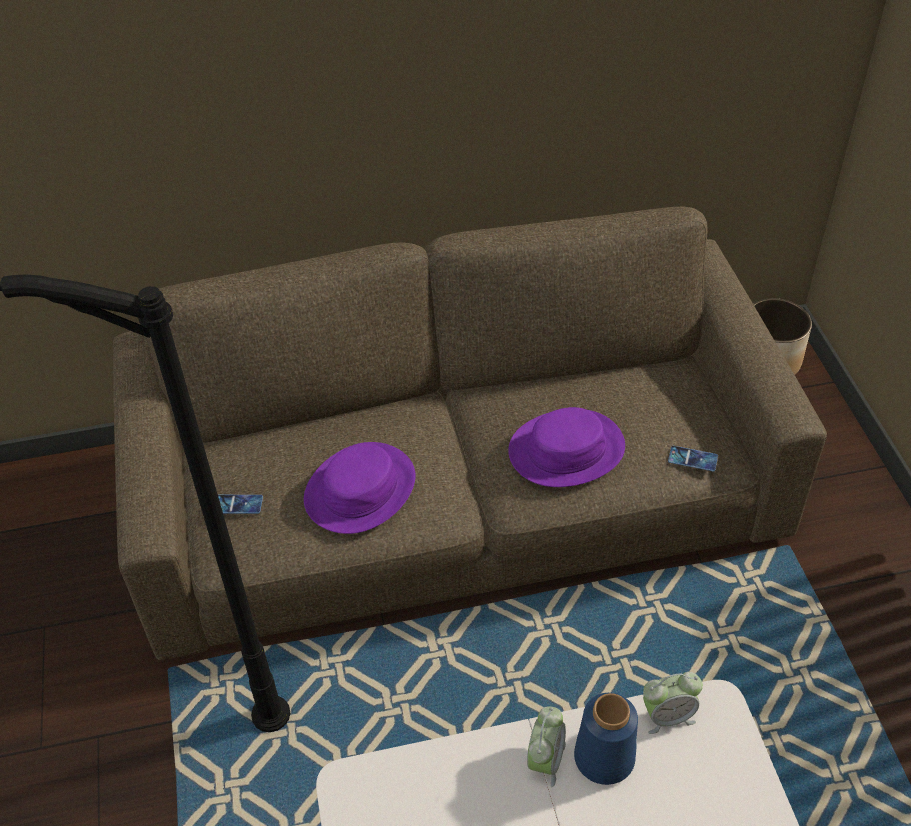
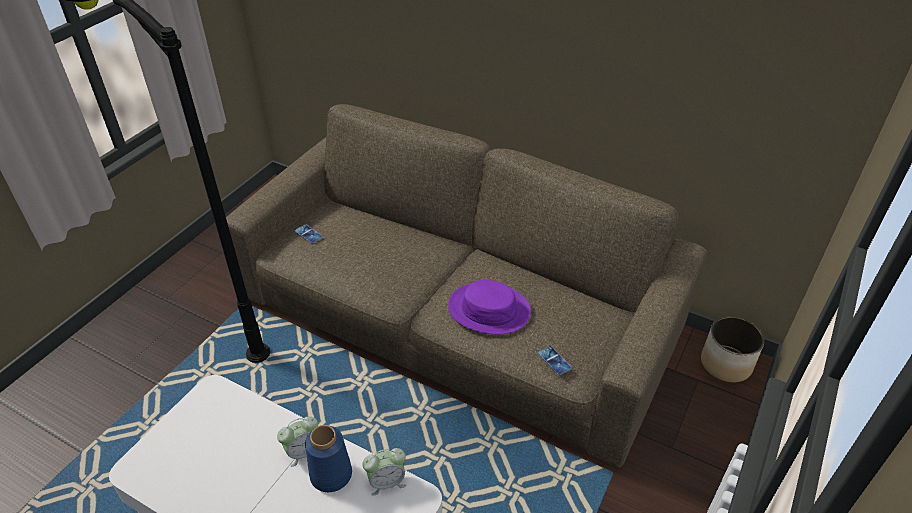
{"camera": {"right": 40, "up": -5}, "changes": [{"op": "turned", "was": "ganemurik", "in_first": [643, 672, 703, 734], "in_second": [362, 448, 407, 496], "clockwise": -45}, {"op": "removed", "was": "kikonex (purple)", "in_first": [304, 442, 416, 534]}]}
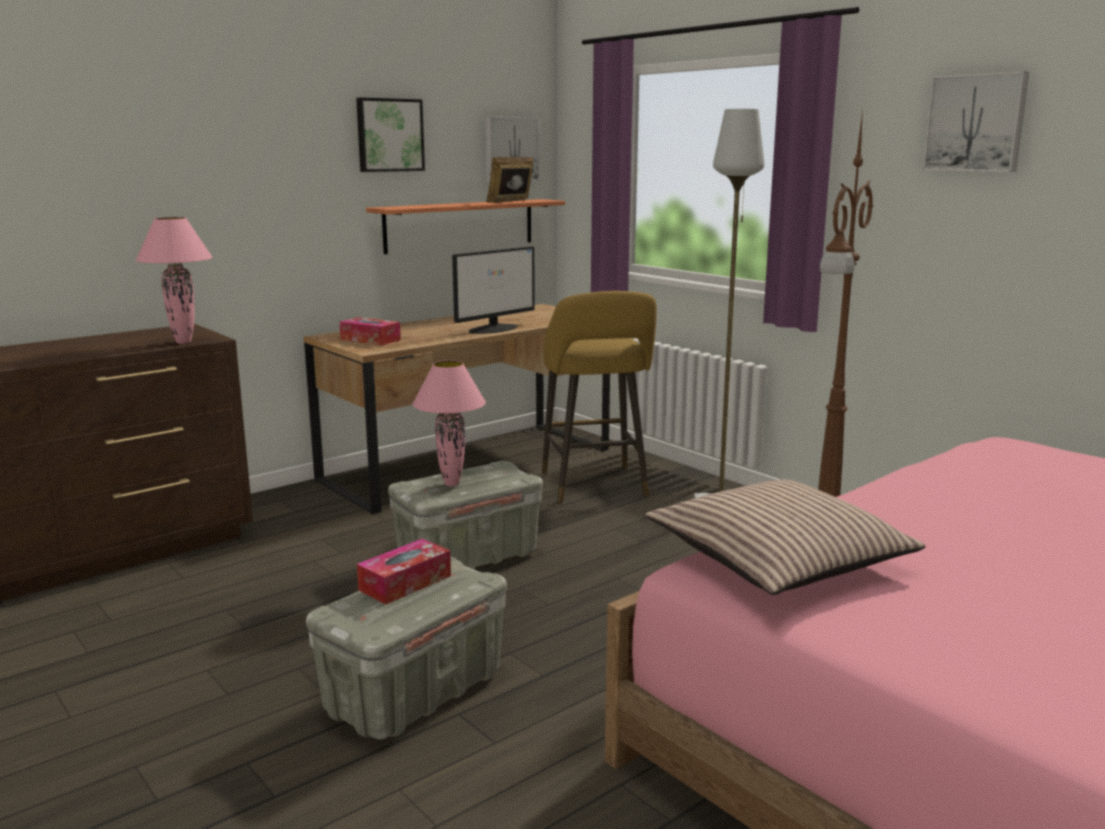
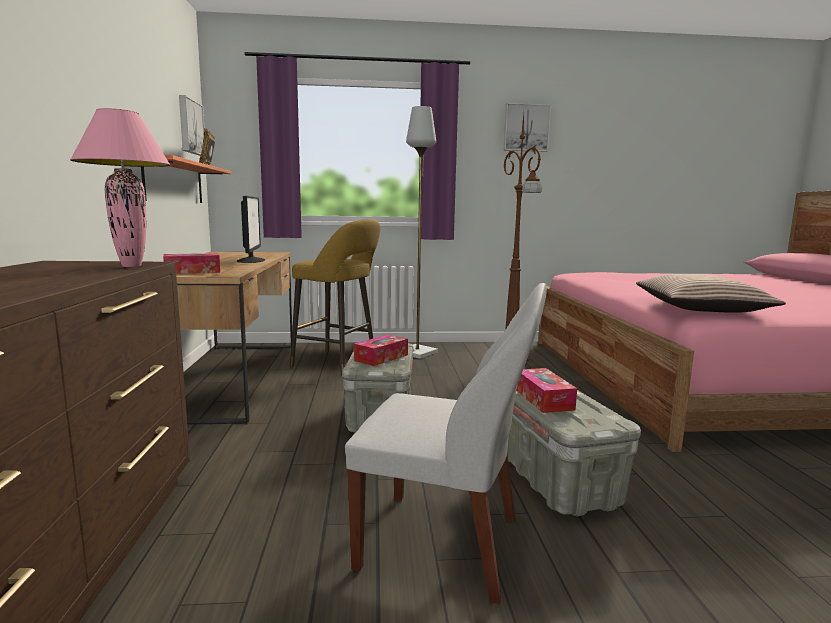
{"camera": {"right": -55, "up": -5}, "changes": [{"op": "added", "now": "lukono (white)", "in_second": [345, 283, 547, 604]}, {"op": "replaced", "was": "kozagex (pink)", "now": "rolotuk", "in_first": [413, 360, 486, 486], "in_second": [354, 334, 408, 366]}, {"op": "removed", "was": "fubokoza", "in_first": [356, 97, 425, 172]}]}
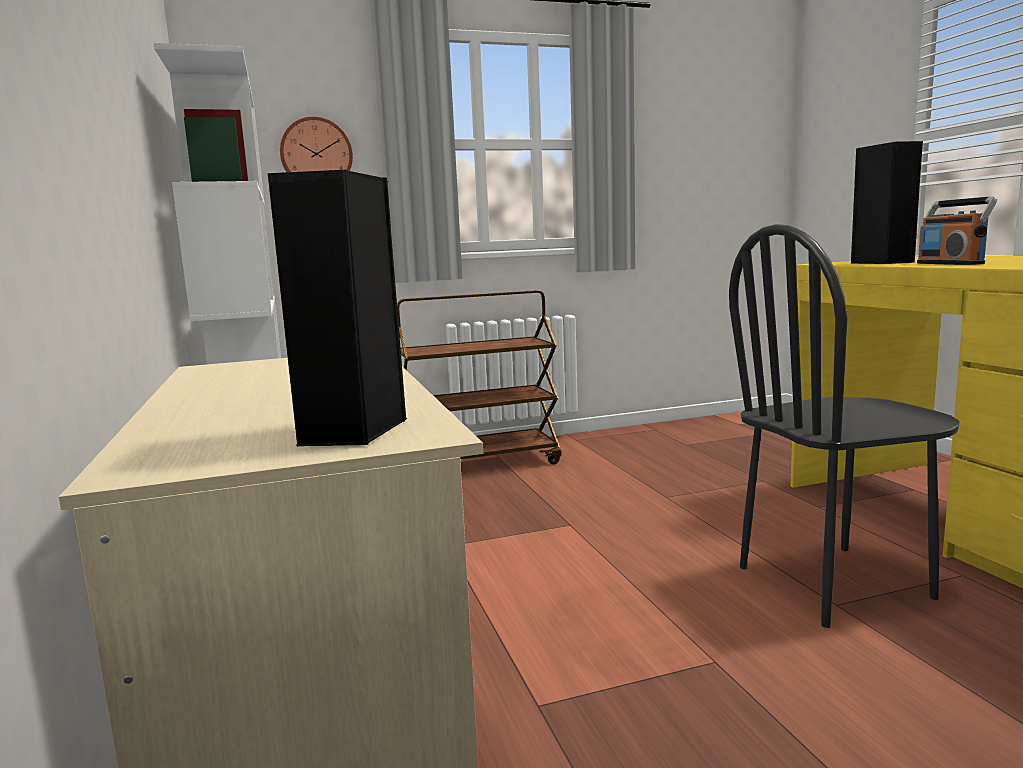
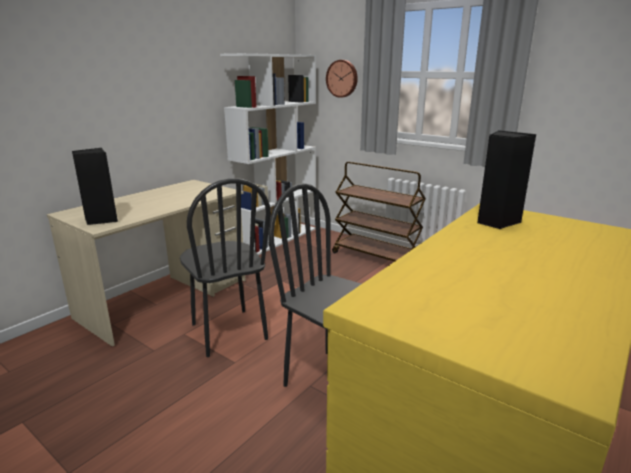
{"camera": {"right": 55, "up": 10}, "changes": [{"op": "added", "now": "lukono (black)", "in_second": [180, 178, 271, 357]}, {"op": "removed", "was": "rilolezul", "in_first": [917, 197, 997, 265]}]}
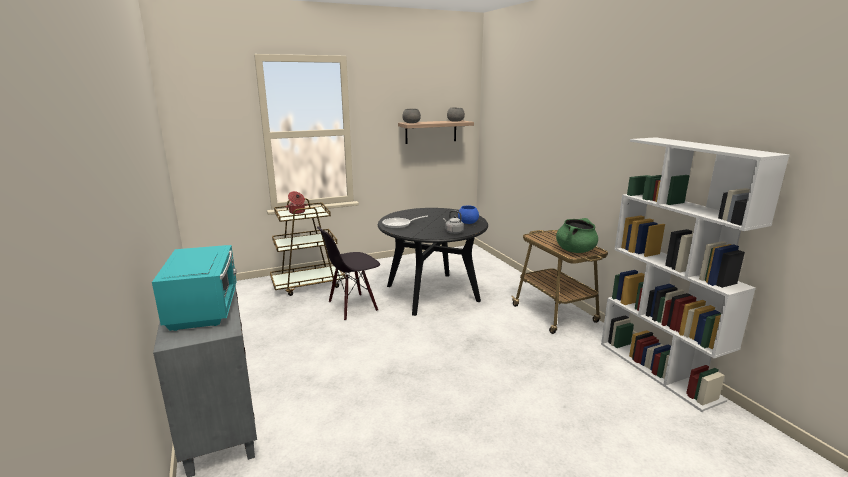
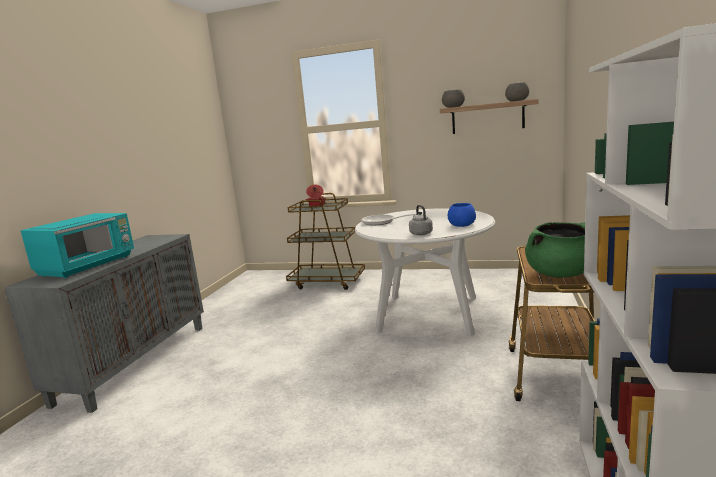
{"camera": {"right": 40, "up": -5}, "changes": [{"op": "recoloured", "was": "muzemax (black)", "now": "muzemax (white)", "in_first": [378, 208, 488, 316], "in_second": [355, 208, 495, 336]}, {"op": "removed", "was": "lukono (black)", "in_first": [317, 227, 380, 321]}]}
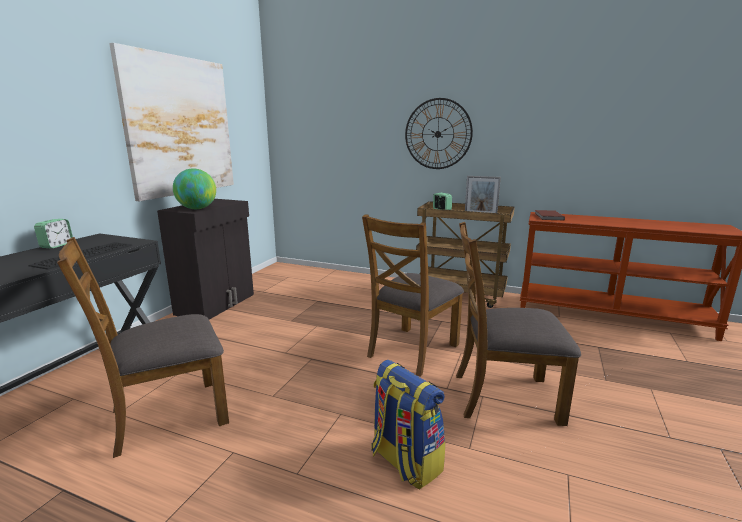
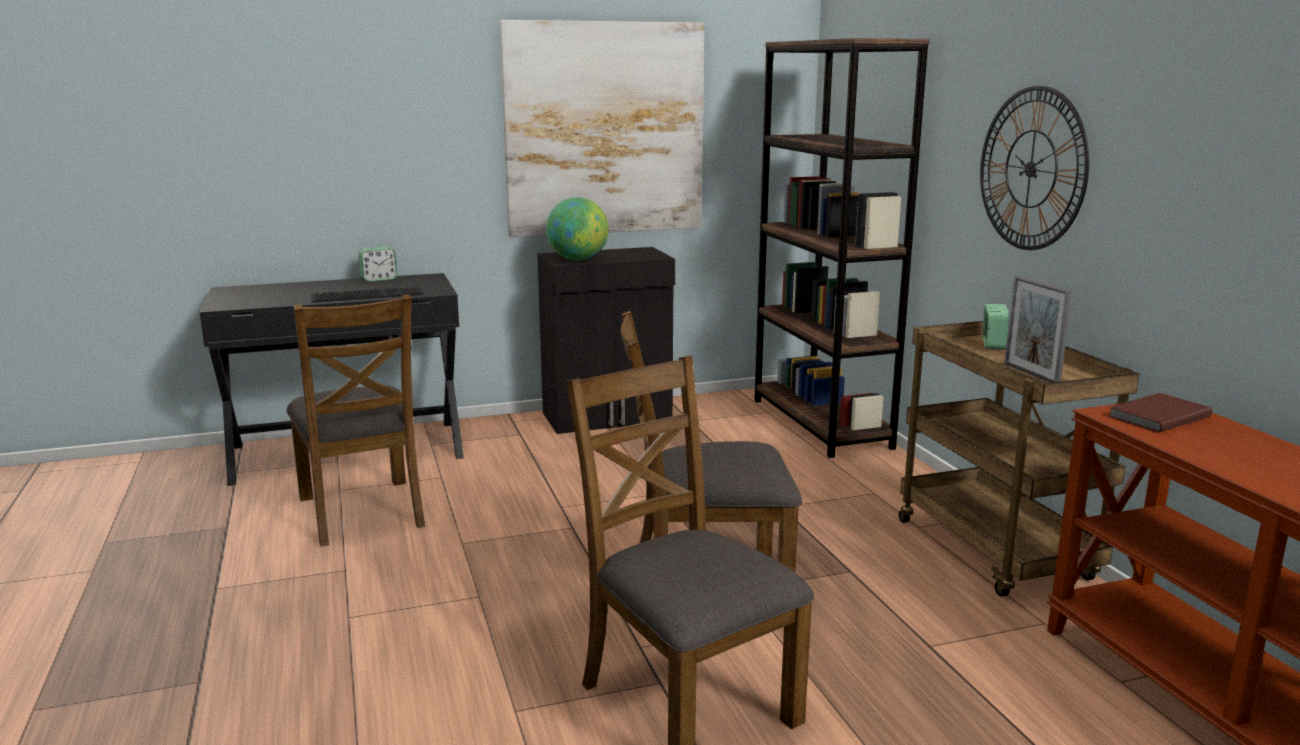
{"camera": {"right": 50, "up": 0}, "changes": [{"op": "turned", "was": "lukono (brown)", "in_first": [57, 237, 229, 458], "in_second": [286, 294, 425, 547], "clockwise": -135}, {"op": "added", "now": "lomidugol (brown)", "in_second": [754, 38, 929, 458]}, {"op": "removed", "was": "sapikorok", "in_first": [371, 360, 445, 490]}]}
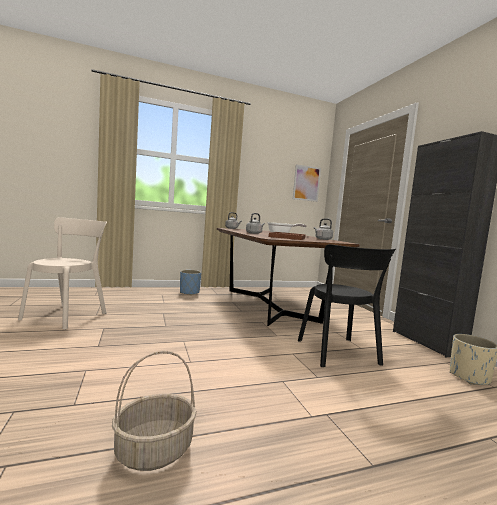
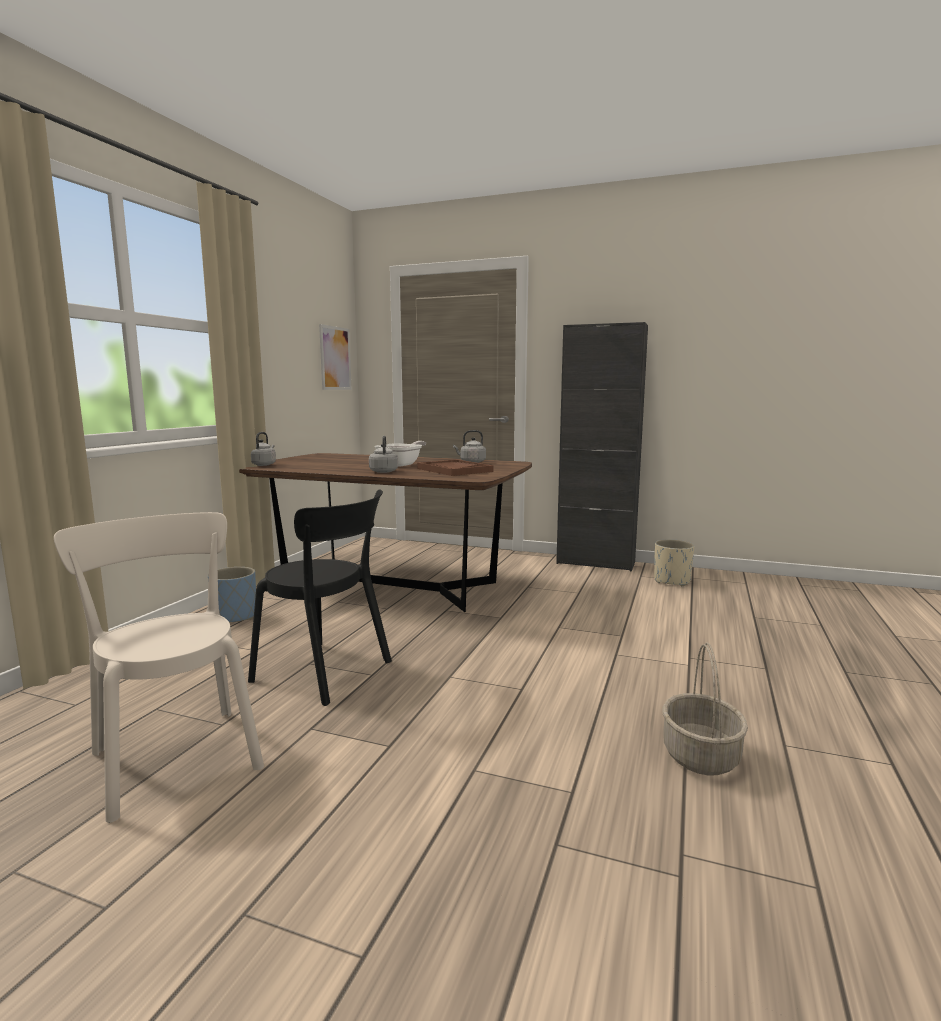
{"camera": {"right": -50, "up": 5}, "changes": [{"op": "moved", "was": "lukono (black)", "in_first": [298, 244, 396, 367], "in_second": [248, 489, 392, 706]}]}
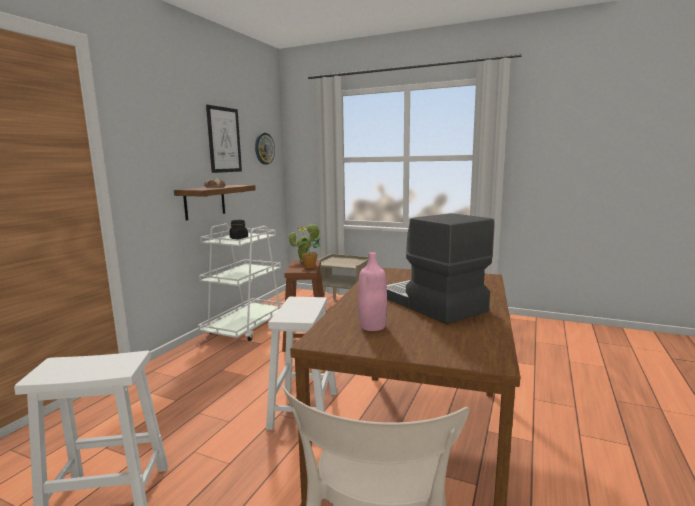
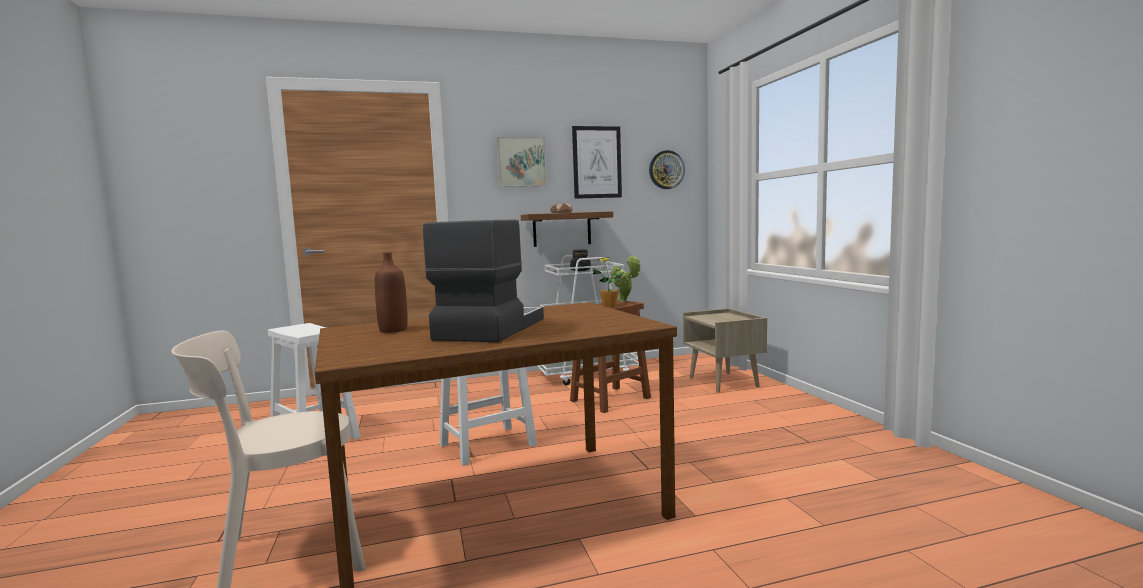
{"camera": {"right": 50, "up": -5}, "changes": [{"op": "recoloured", "was": "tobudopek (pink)", "now": "tobudopek (brown)", "in_first": [358, 252, 387, 331], "in_second": [375, 252, 408, 333]}, {"op": "added", "now": "fubokoza", "in_second": [496, 137, 547, 187]}]}
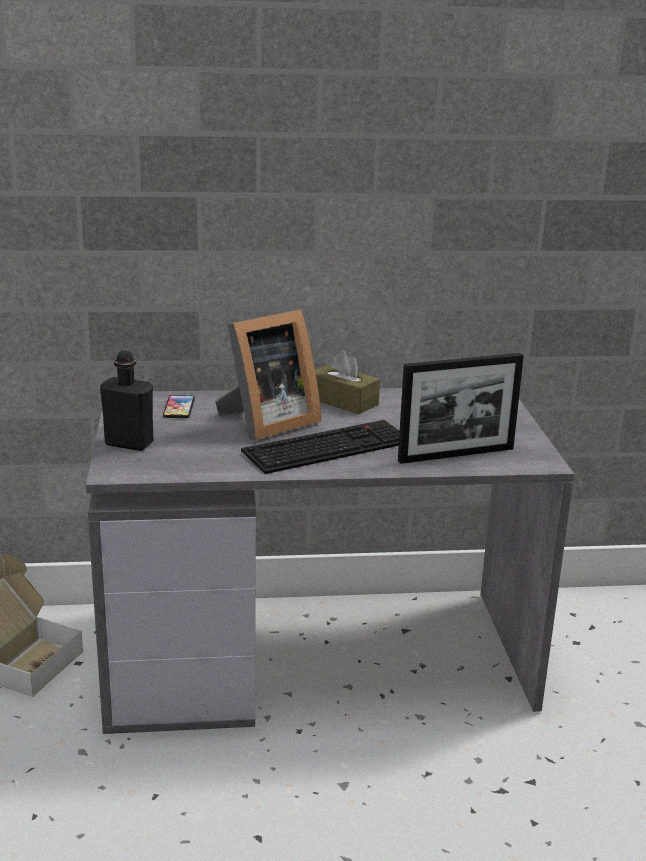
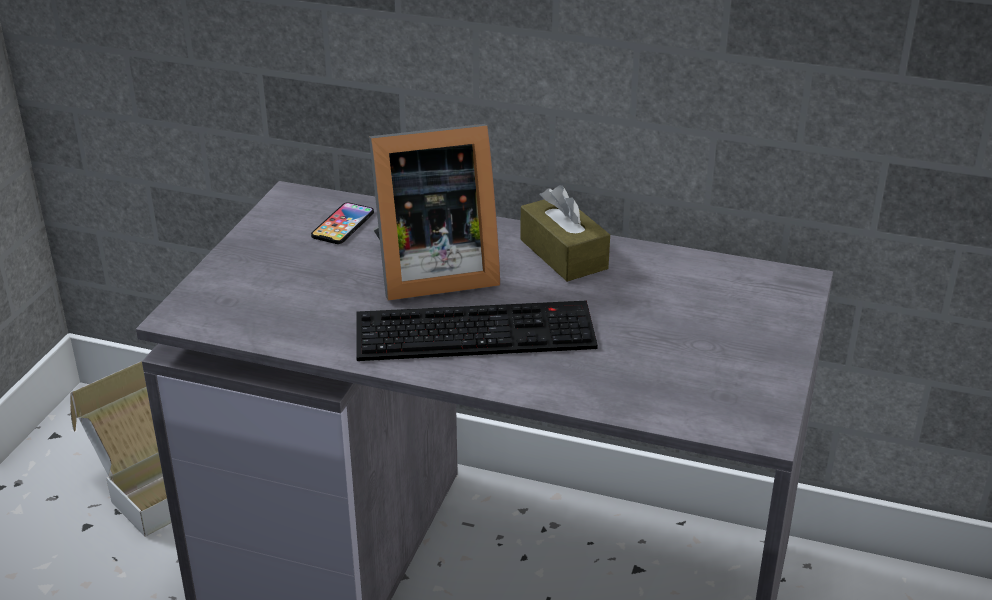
{"camera": {"right": 25, "up": 10}, "changes": [{"op": "removed", "was": "tobudopek (black)", "in_first": [100, 351, 154, 451]}, {"op": "removed", "was": "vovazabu", "in_first": [398, 353, 524, 464]}]}
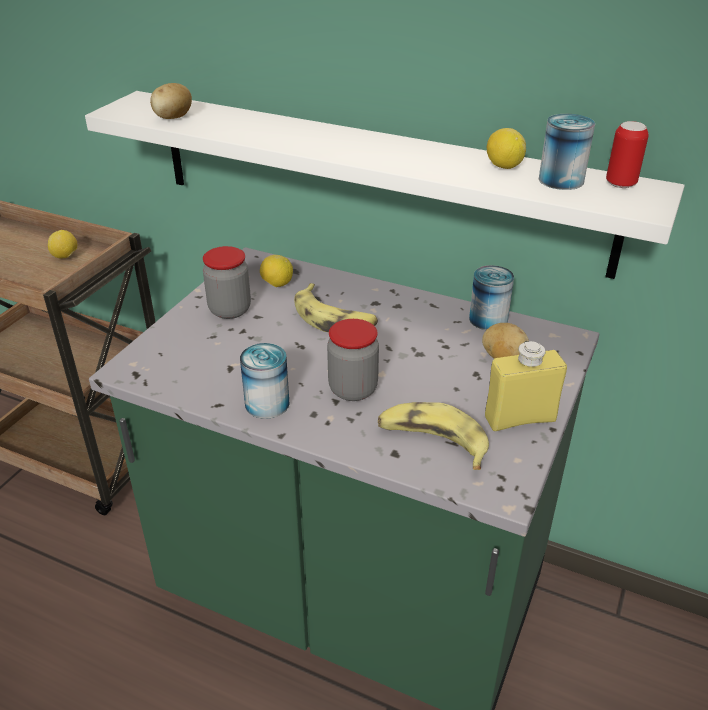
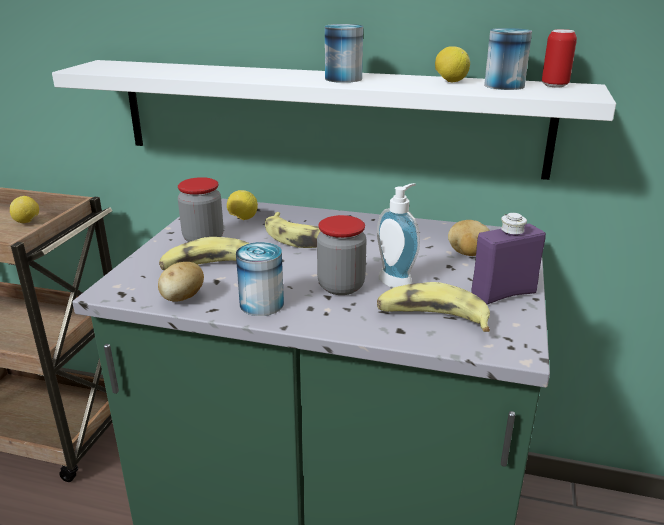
{"camera": {"right": -10, "up": -10}, "changes": [{"op": "moved", "was": "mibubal", "in_first": [150, 83, 192, 119], "in_second": [158, 262, 204, 302]}, {"op": "added", "now": "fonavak", "in_second": [159, 237, 250, 270]}, {"op": "moved", "was": "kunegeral", "in_first": [469, 265, 514, 330], "in_second": [325, 24, 363, 83]}, {"op": "added", "now": "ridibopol", "in_second": [377, 183, 420, 288]}, {"op": "recoloured", "was": "tobudopek (yellow)", "now": "tobudopek (purple)", "in_first": [485, 341, 567, 431], "in_second": [471, 213, 546, 305]}]}
